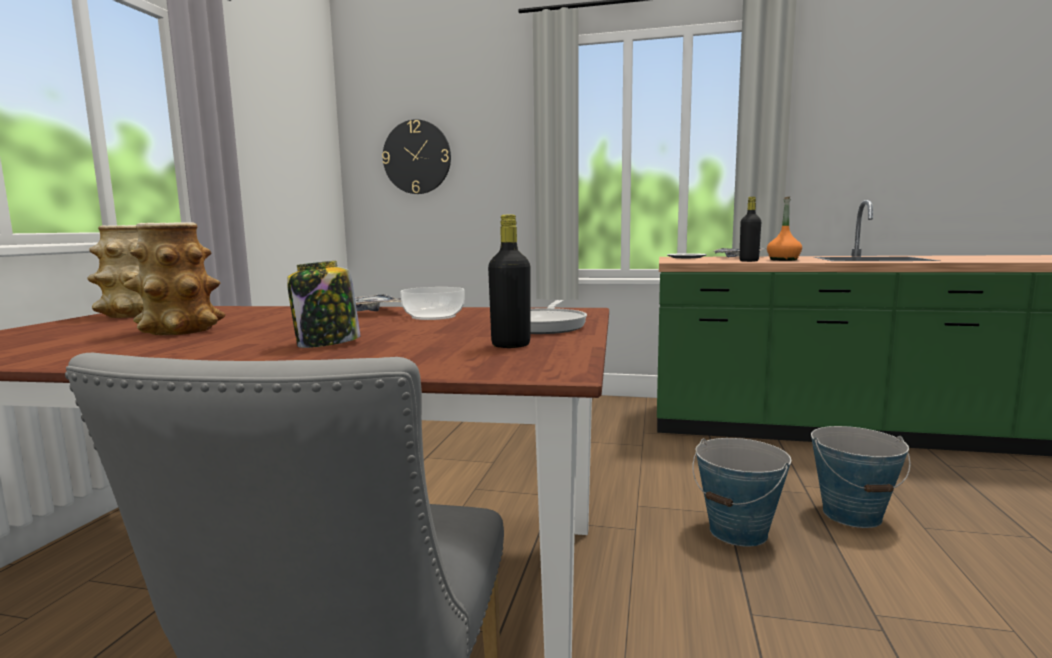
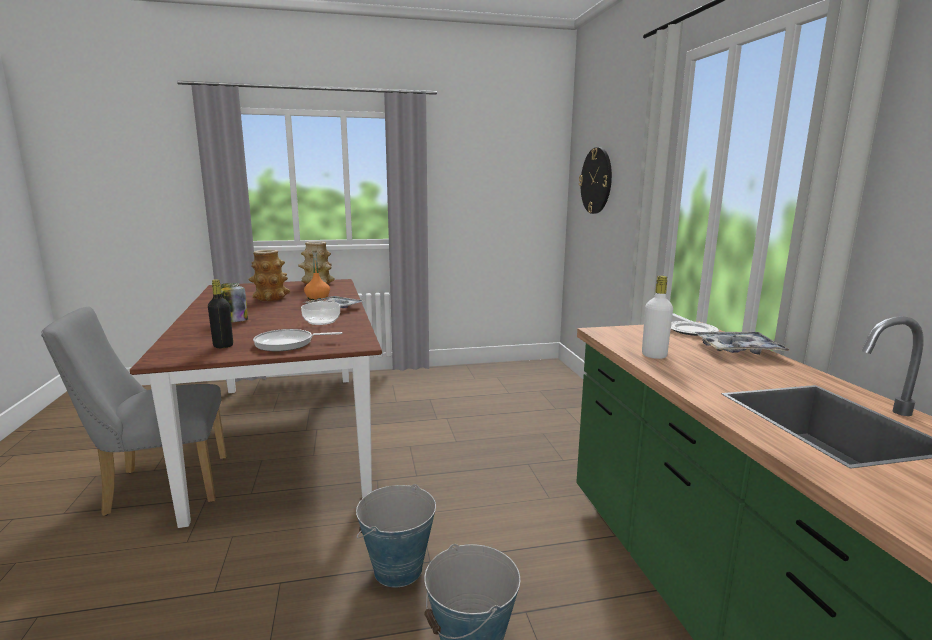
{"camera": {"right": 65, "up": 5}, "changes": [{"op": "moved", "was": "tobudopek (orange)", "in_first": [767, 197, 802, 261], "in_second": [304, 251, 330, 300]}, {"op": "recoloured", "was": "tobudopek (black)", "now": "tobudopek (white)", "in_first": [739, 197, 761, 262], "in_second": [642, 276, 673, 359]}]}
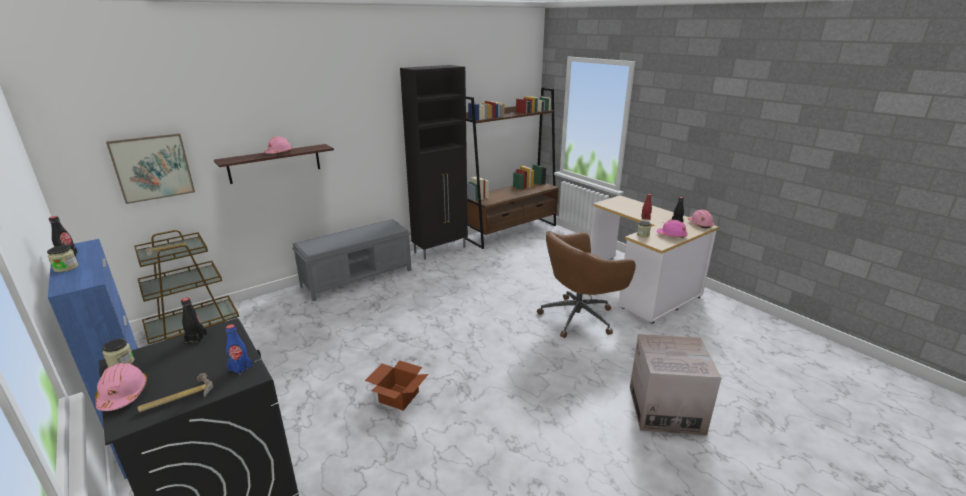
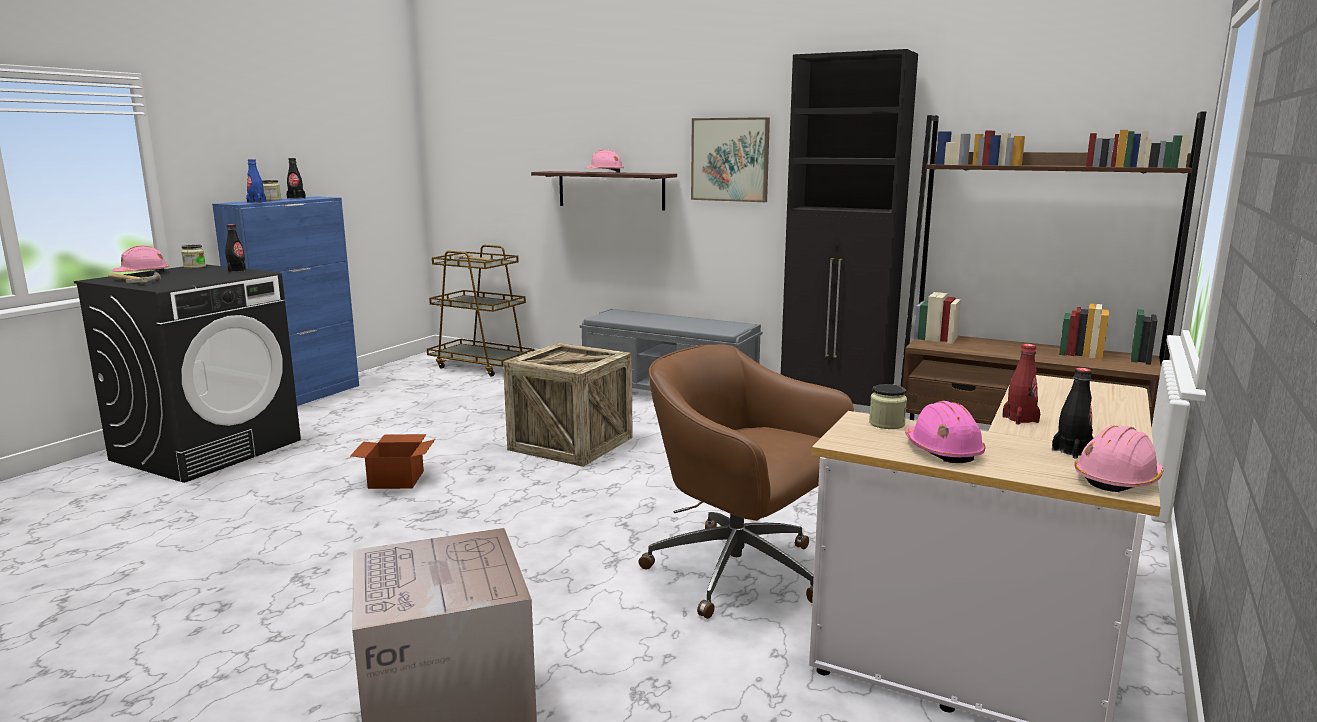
{"camera": {"right": 65, "up": -10}, "changes": [{"op": "moved", "was": "tobudopek (blue)", "in_first": [225, 324, 253, 375], "in_second": [246, 159, 266, 203]}, {"op": "added", "now": "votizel", "in_second": [503, 343, 633, 467]}, {"op": "moved", "was": "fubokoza", "in_first": [106, 133, 195, 204], "in_second": [691, 117, 770, 202]}]}
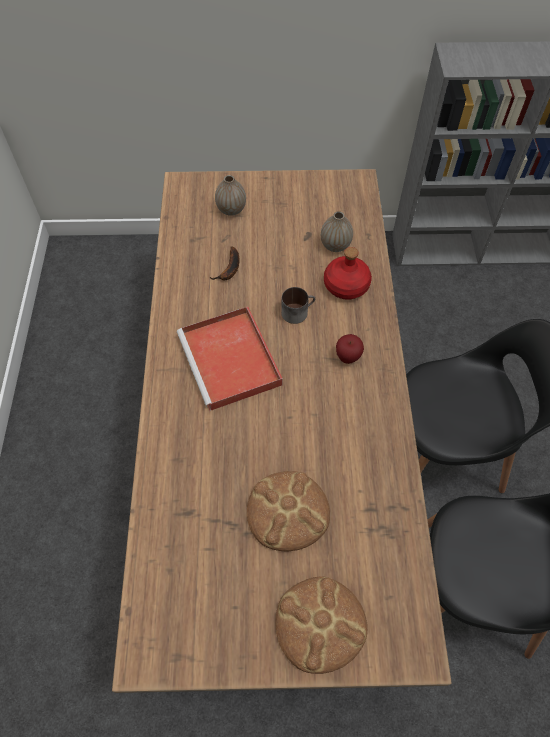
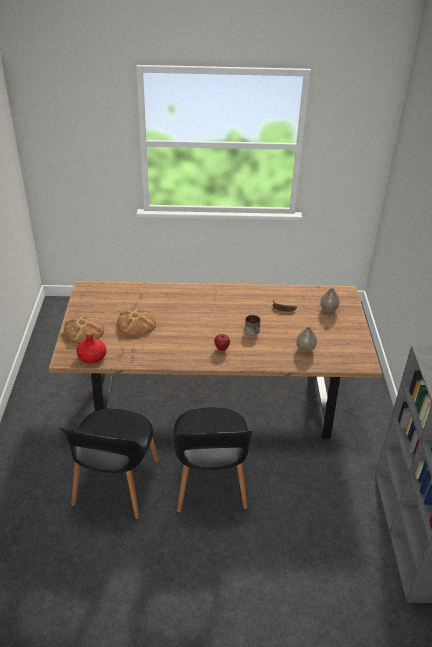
{"camera": {"right": 90, "up": -20}, "changes": [{"op": "moved", "was": "tobudopek (red)", "in_first": [324, 247, 372, 300], "in_second": [77, 330, 106, 363]}, {"op": "removed", "was": "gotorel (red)", "in_first": [177, 307, 283, 411]}]}
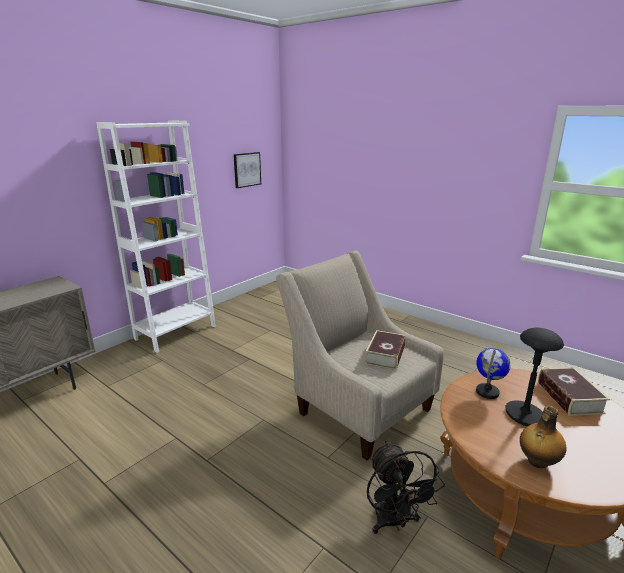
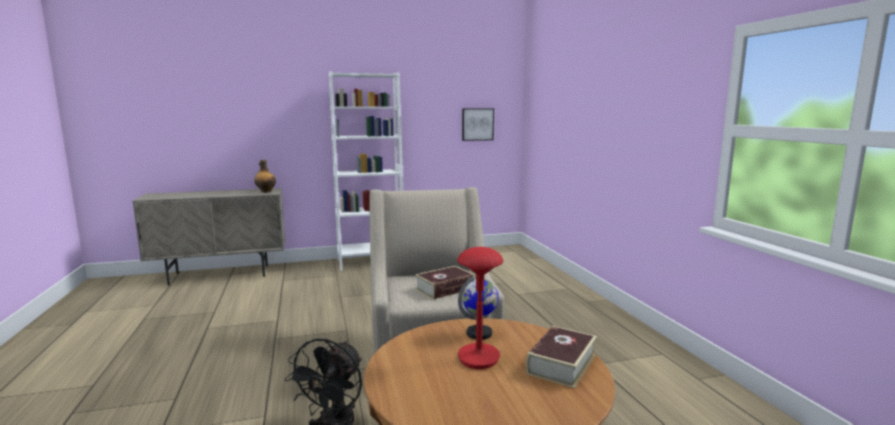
{"camera": {"right": 35, "up": -10}, "changes": [{"op": "moved", "was": "tobudopek", "in_first": [520, 406, 566, 468], "in_second": [254, 160, 276, 193]}, {"op": "recoloured", "was": "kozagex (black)", "now": "kozagex (red)", "in_first": [505, 328, 564, 426], "in_second": [458, 247, 503, 369]}]}
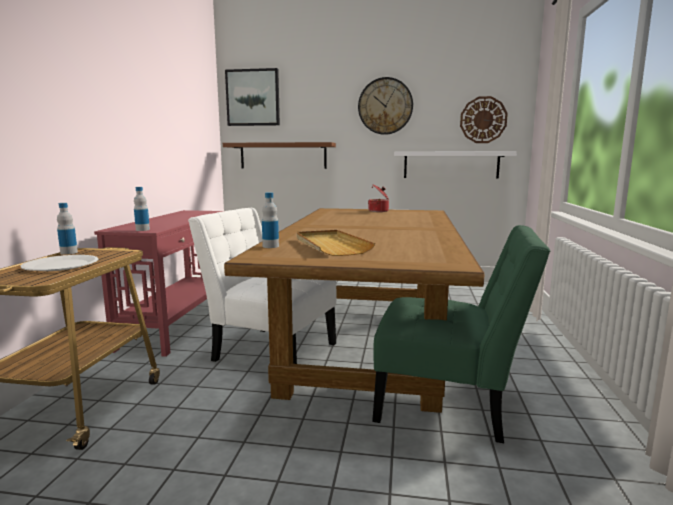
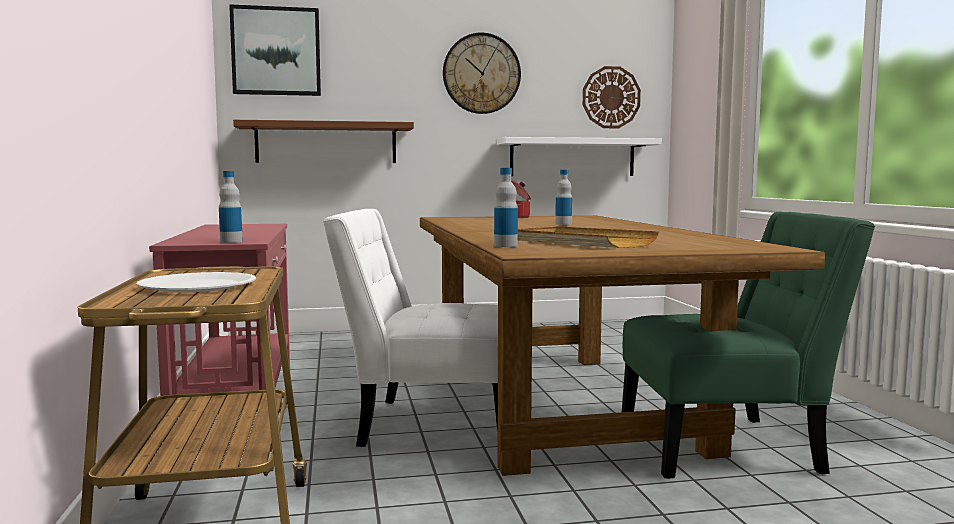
{"camera": {"right": -20, "up": -5}, "changes": [{"op": "moved", "was": "tobudopek", "in_first": [57, 203, 78, 255], "in_second": [555, 170, 572, 225]}]}
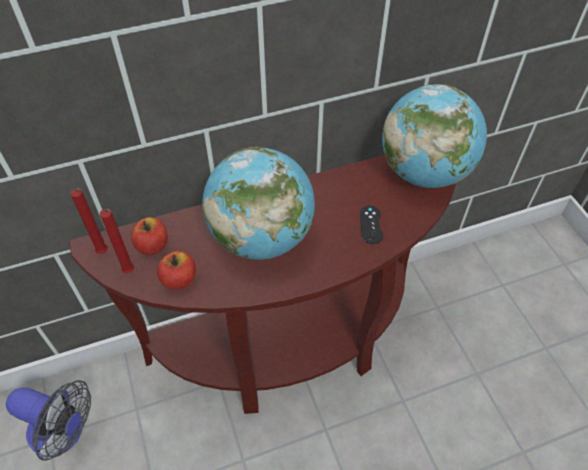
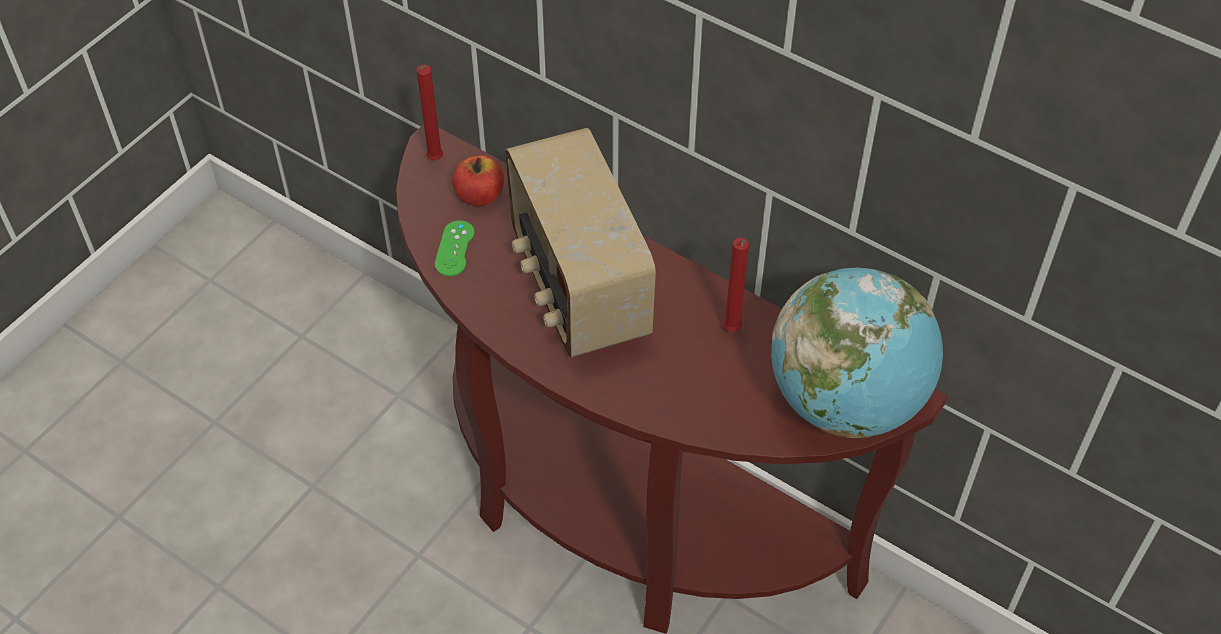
{"camera": {"right": 55, "up": 0}, "changes": [{"op": "replaced", "was": "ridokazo", "now": "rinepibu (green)", "in_first": [157, 251, 196, 290], "in_second": [434, 220, 474, 276]}, {"op": "replaced", "was": "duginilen", "now": "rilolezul", "in_first": [202, 147, 315, 260], "in_second": [505, 128, 656, 358]}, {"op": "moved", "was": "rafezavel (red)", "in_first": [100, 208, 134, 273], "in_second": [723, 238, 749, 332]}, {"op": "removed", "was": "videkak", "in_first": [6, 380, 91, 460]}, {"op": "removed", "was": "rinepibu (black)", "in_first": [360, 205, 383, 244]}]}
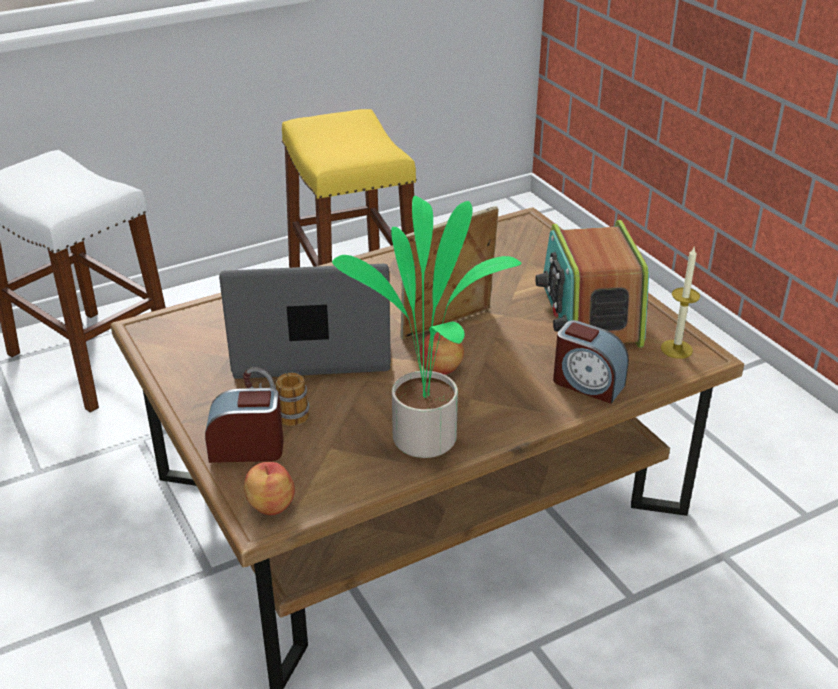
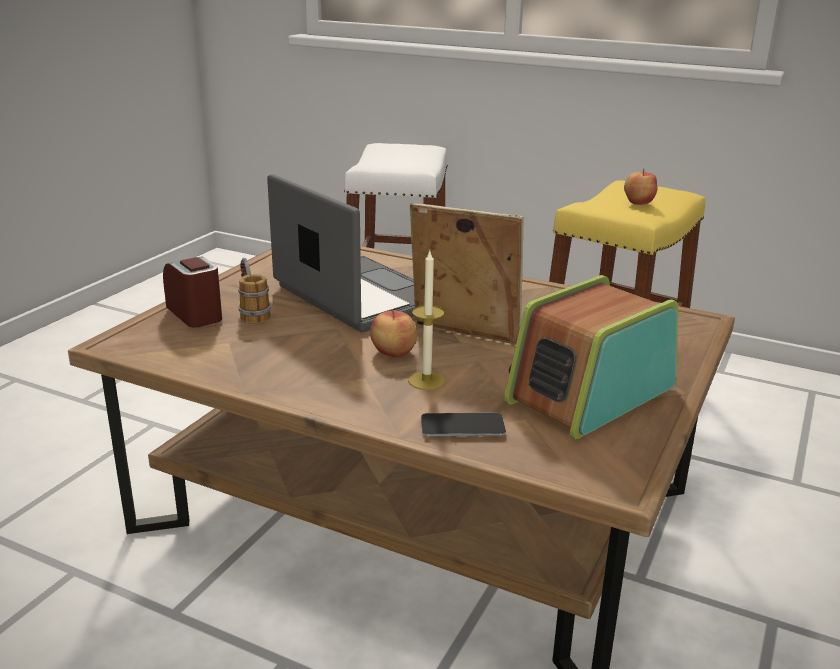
{"camera": {"right": 55, "up": -10}, "changes": [{"op": "moved", "was": "rafezavel", "in_first": [661, 247, 700, 359], "in_second": [408, 251, 445, 390]}, {"op": "replaced", "was": "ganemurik", "now": "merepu", "in_first": [553, 320, 629, 404], "in_second": [421, 413, 506, 436]}, {"op": "moved", "was": "ridokazo", "in_first": [244, 462, 295, 515], "in_second": [624, 168, 657, 205]}, {"op": "removed", "was": "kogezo", "in_first": [332, 196, 522, 458]}]}
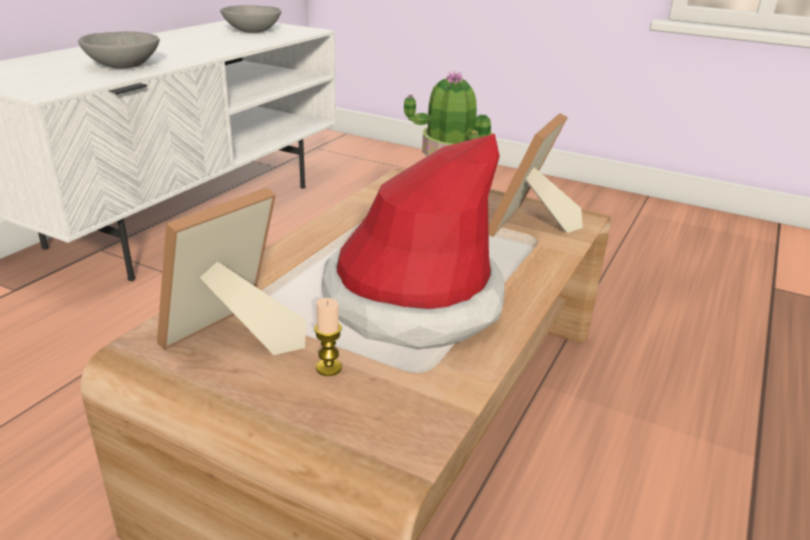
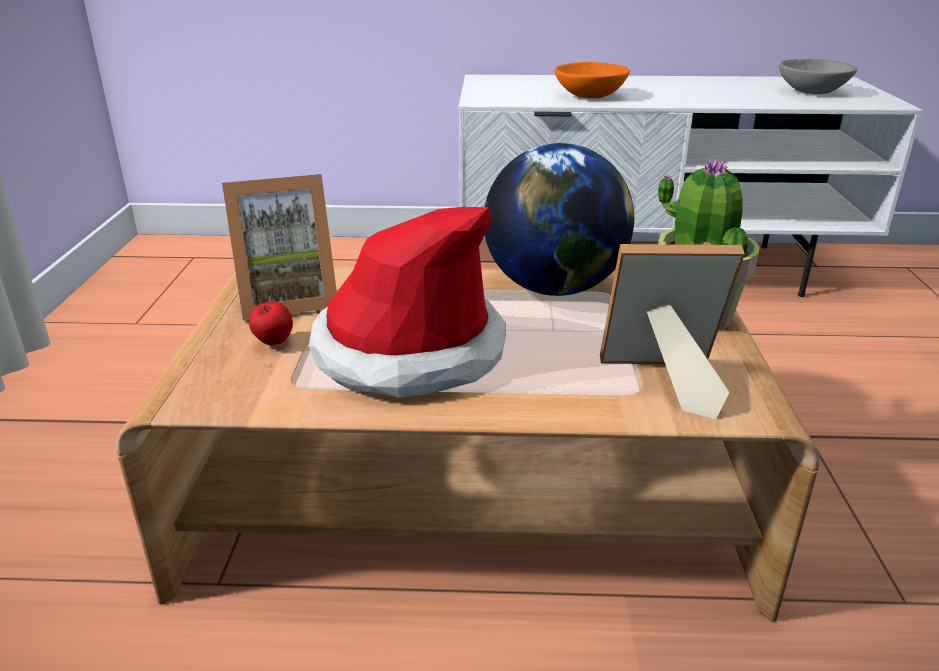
{"camera": {"right": 65, "up": 0}, "changes": [{"op": "turned", "was": "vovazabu", "in_first": [157, 187, 306, 355], "in_second": [222, 174, 337, 320], "clockwise": 150}, {"op": "replaced", "was": "rafezavel", "now": "ridokazo", "in_first": [314, 298, 342, 376], "in_second": [249, 301, 293, 345]}, {"op": "added", "now": "duginilen", "in_second": [485, 143, 634, 296]}, {"op": "recoloured", "was": "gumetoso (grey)", "now": "gumetoso (orange)", "in_first": [78, 32, 160, 69], "in_second": [554, 62, 630, 98]}]}
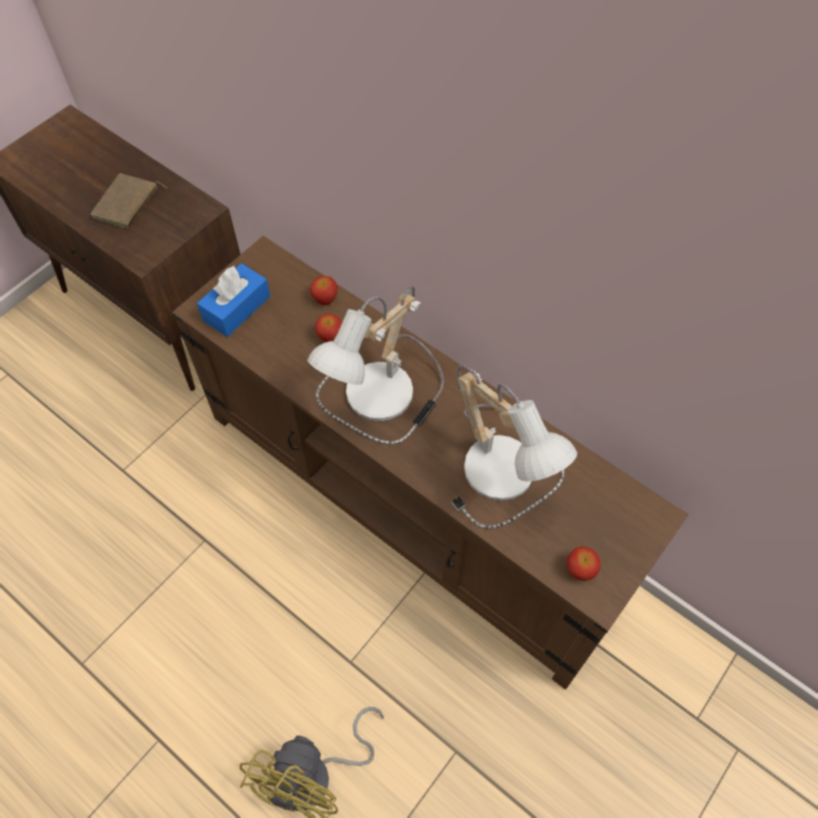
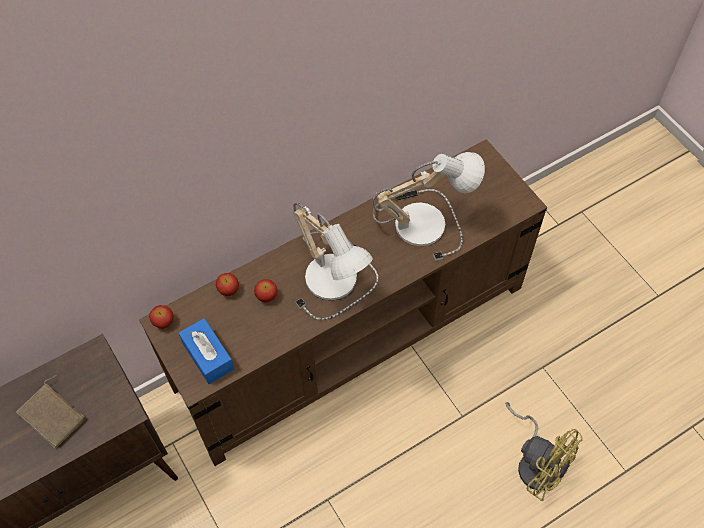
{"camera": {"right": -70, "up": 0}, "changes": [{"op": "moved", "was": "ridokazo", "in_first": [567, 546, 601, 581], "in_second": [149, 305, 174, 329]}]}
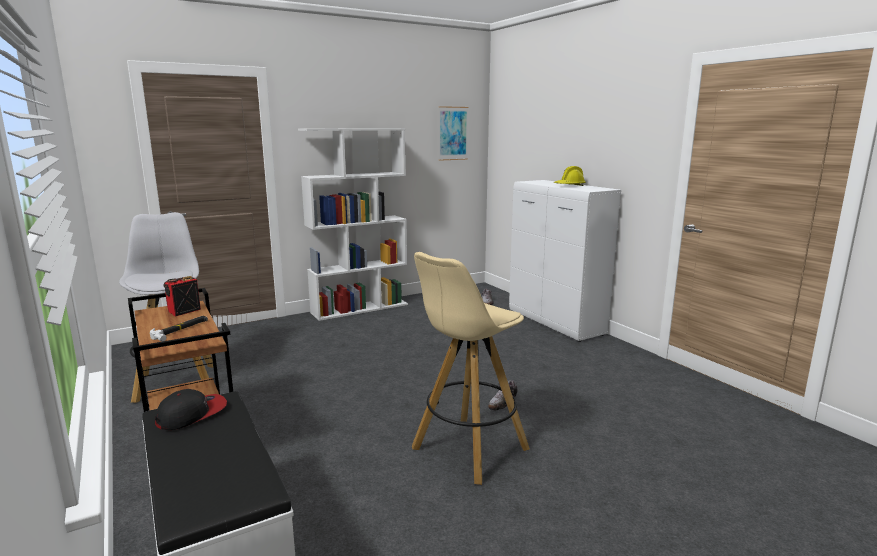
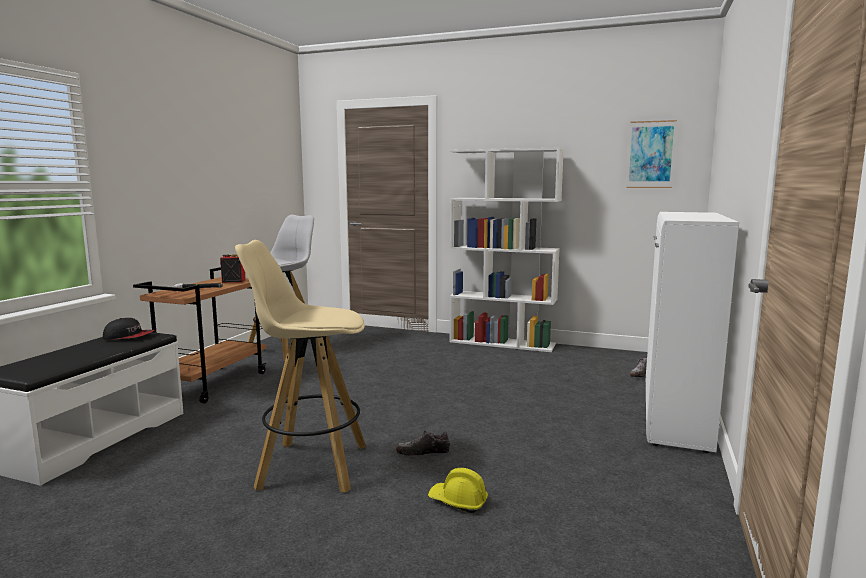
{"camera": {"right": 50, "up": -5}, "changes": [{"op": "moved", "was": "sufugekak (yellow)", "in_first": [554, 166, 586, 186], "in_second": [428, 468, 488, 513]}]}
